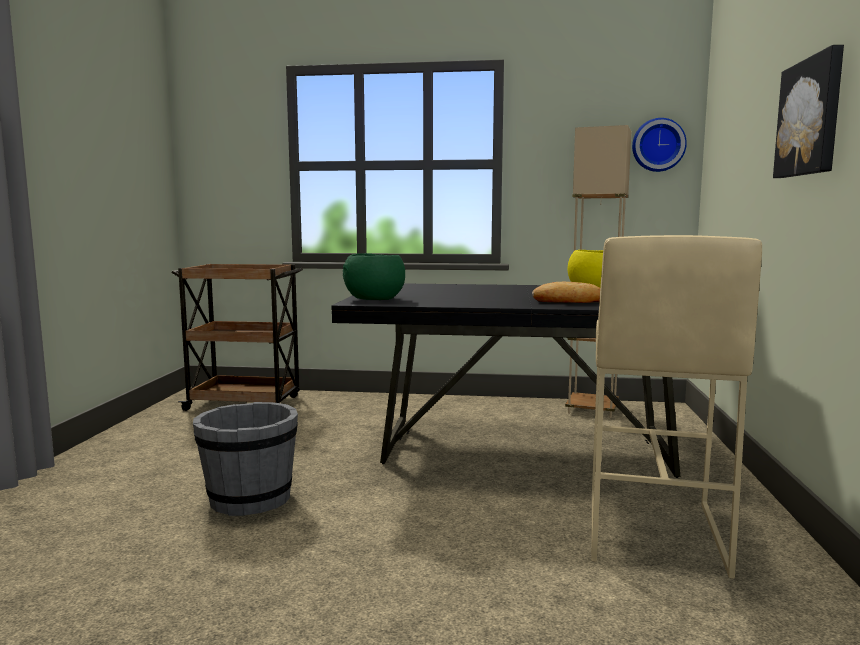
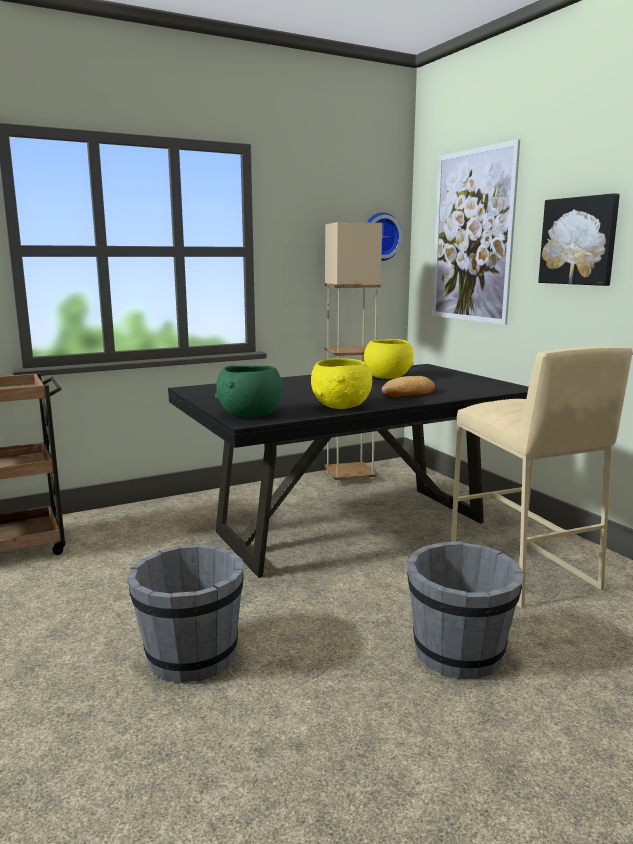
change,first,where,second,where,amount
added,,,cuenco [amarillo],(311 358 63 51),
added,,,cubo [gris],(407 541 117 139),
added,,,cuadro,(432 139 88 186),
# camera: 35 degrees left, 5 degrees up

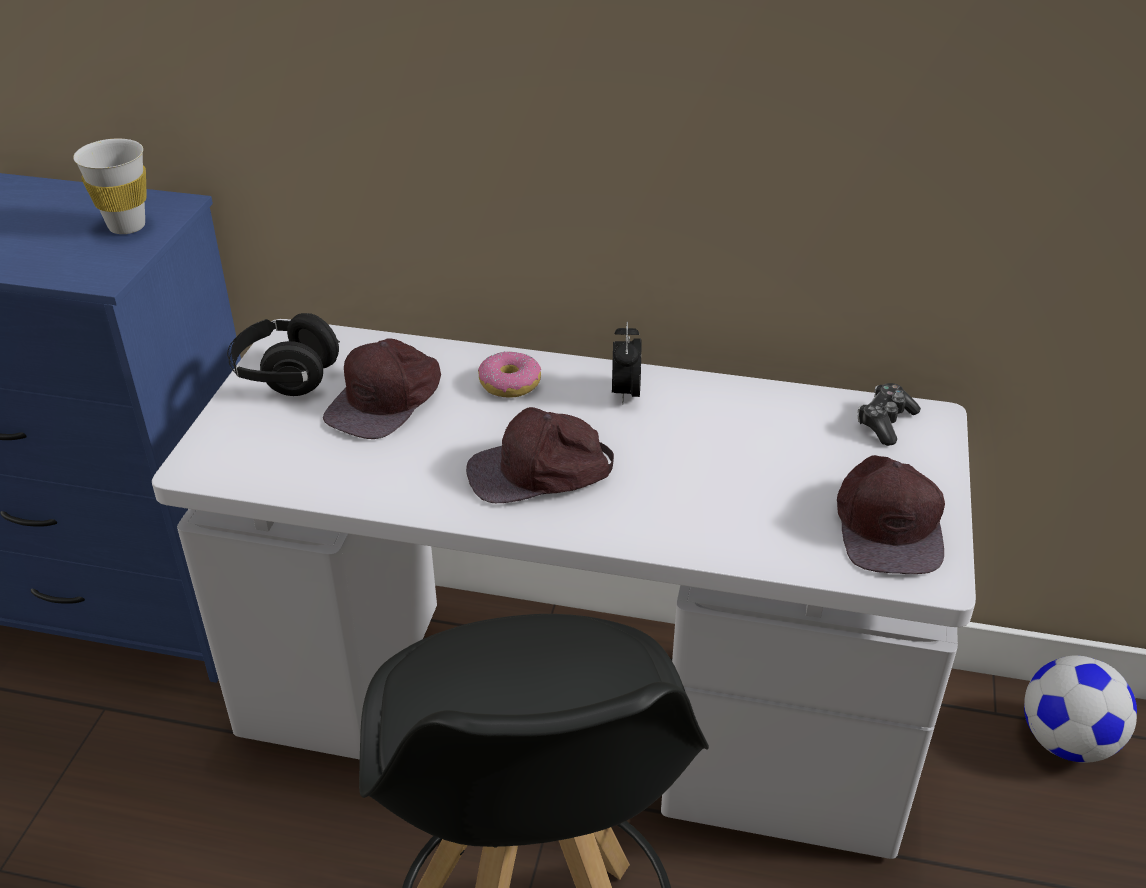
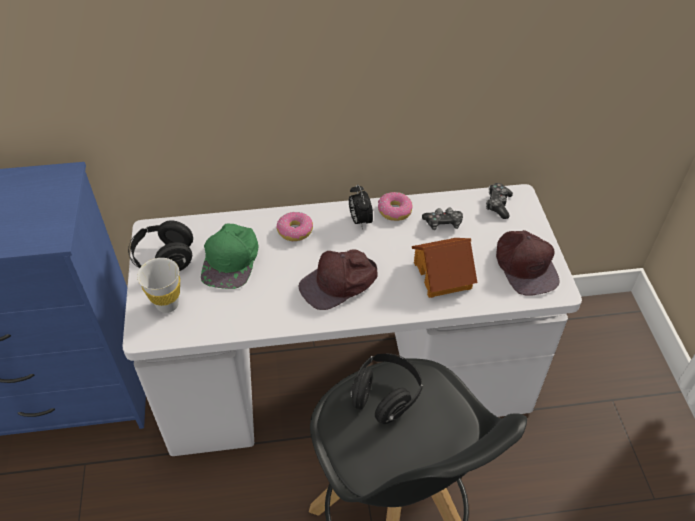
change,first,where,second,where,amount
moved,taza [blanco],(73 139 74 95),,(137 258 43 55),
recoloured,gorra [marrón],(323 339 118 100),gorra [verde],(201 223 58 66),
removed,balón de fútbol,(1024 655 113 108),,,
added,,,auriculares [negro],(350 354 73 70),
added,,,rosquilla,(378 192 35 29),
added,,,casita,(412 238 66 60),
added,,,mando de consola,(422 208 41 22),
# camera: 20 degrees left, 10 degrees up

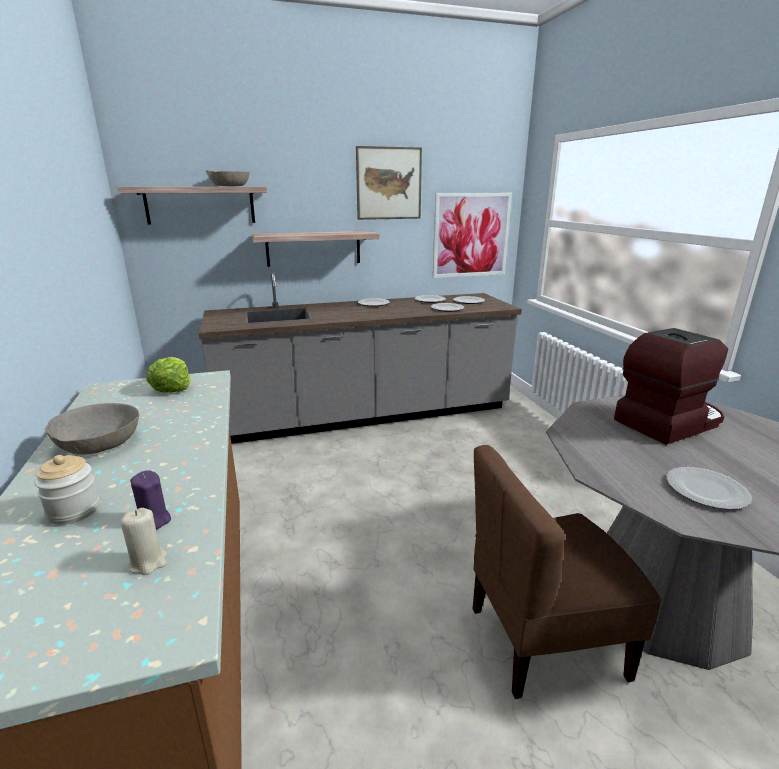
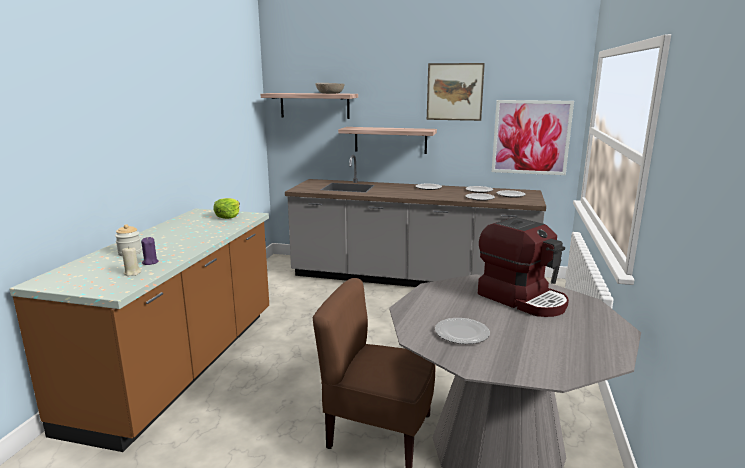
change,first,where,second,where,amount
removed,cuenco [gris],(45 403 94 52),,,
turned,cafetera,(614 328 114 117),,(478 217 91 100),45 degrees clockwise
# camera: 30 degrees right, 5 degrees down

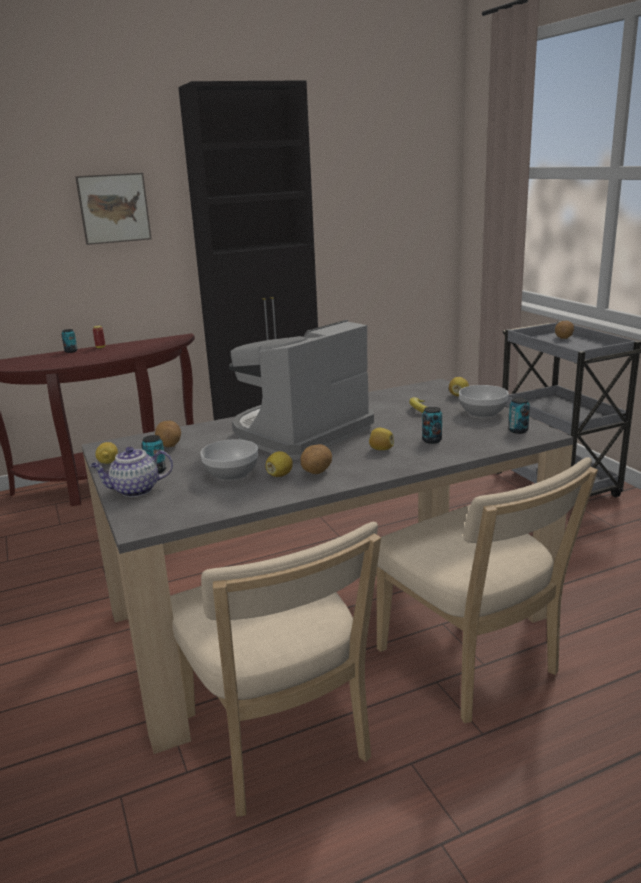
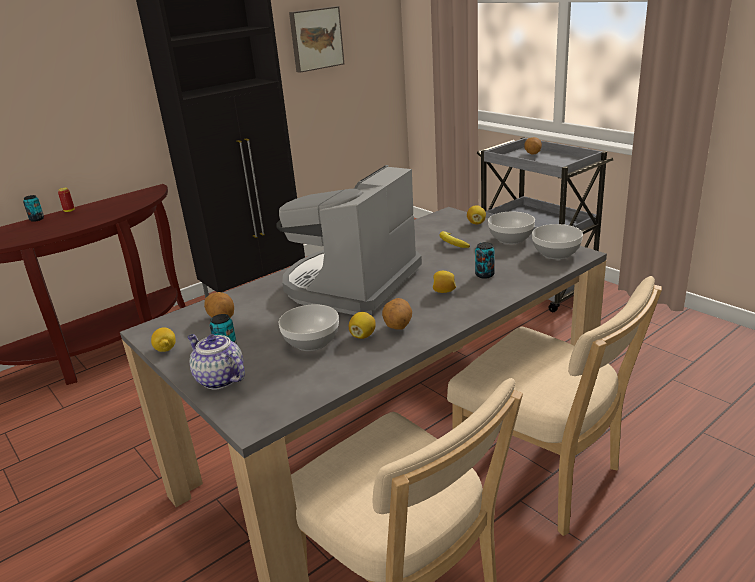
change,first,where,second,where,amount
moved,cuadro,(75 173 76 72),,(289 6 55 67),
turned,tetera,(90 447 83 50),,(187 334 58 56),75 degrees clockwise
replaced,lata,(509 397 21 37),cuenco,(532 224 51 35),
# camera: 15 degrees left, 5 degrees up

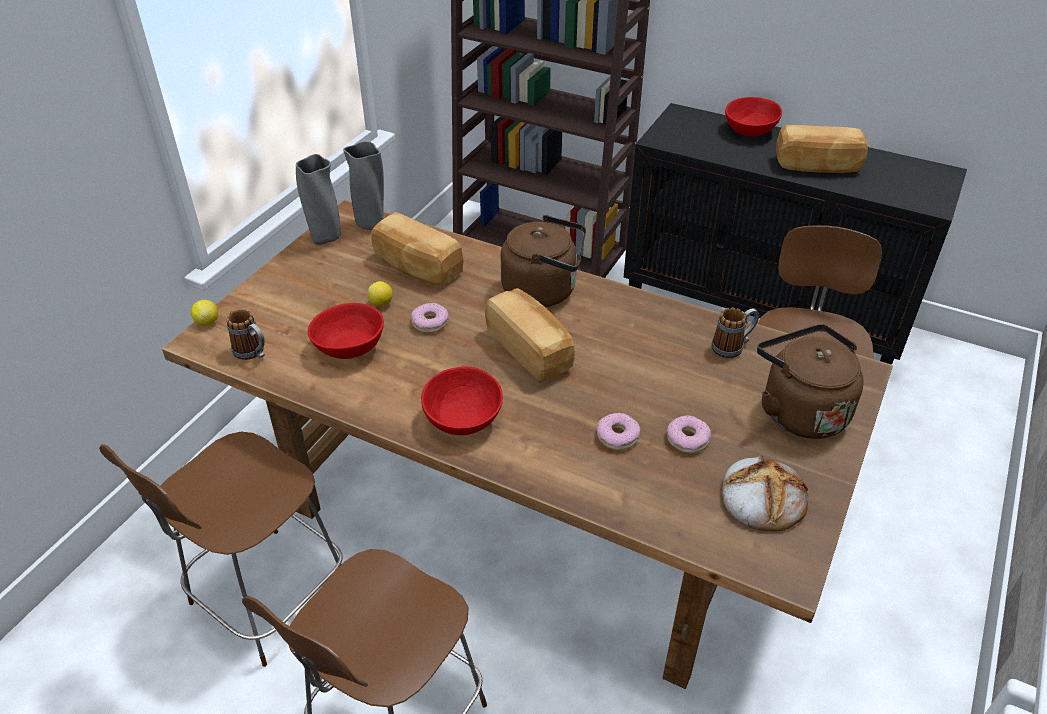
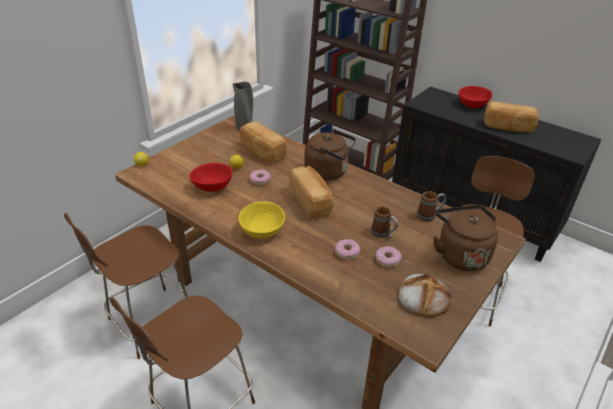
change,first,where,second,where,amount
moved,taza grande,(227 309 38 51),,(371 206 27 32),
removed,florero [gris],(296 154 45 91),,,
recoloured,cuenco [rojo],(421 366 82 69),cuenco [amarillo],(239 201 46 37),
# camera: 10 degrees right, 5 degrees down

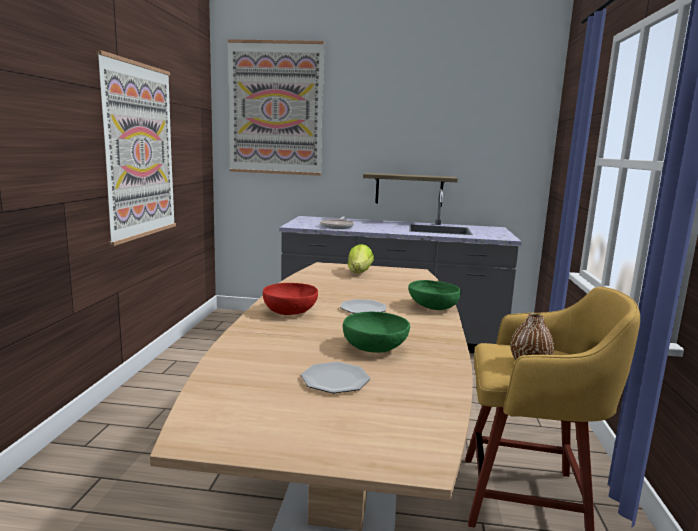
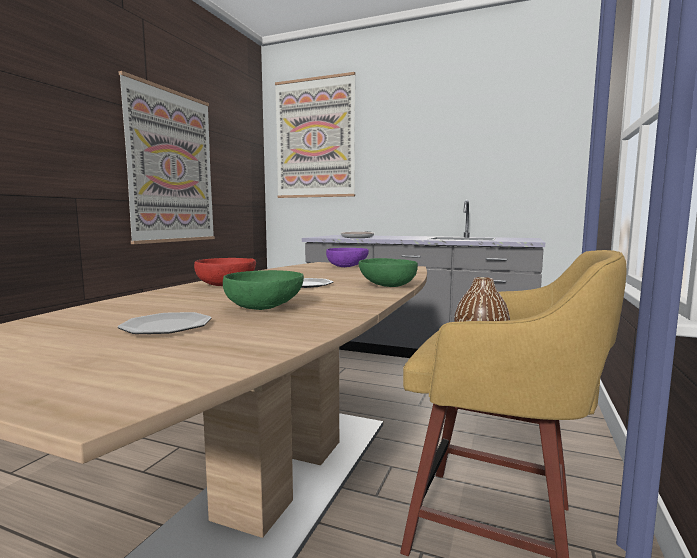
change,first,where,second,where,amount
replaced,lechuga,(348 244 26 29),cuenco [morado],(326 248 43 19),
removed,estante,(363 173 95 34),,,
# camera: 15 degrees right, 5 degrees down

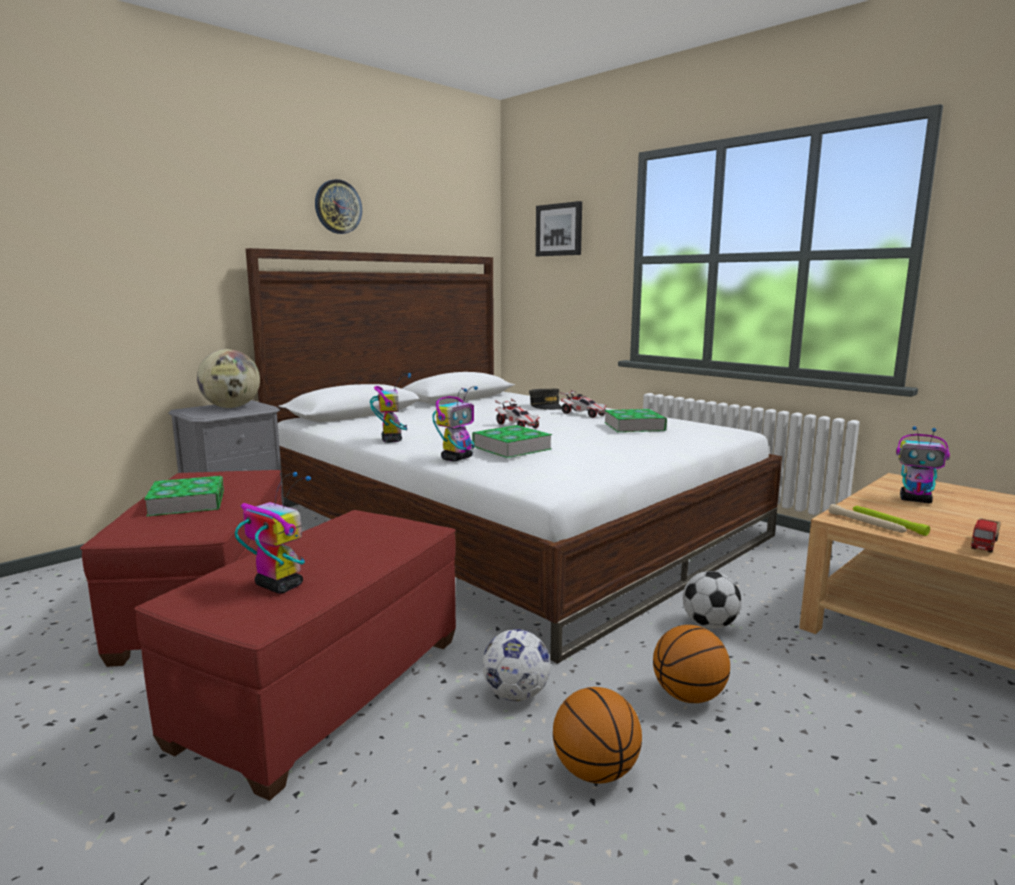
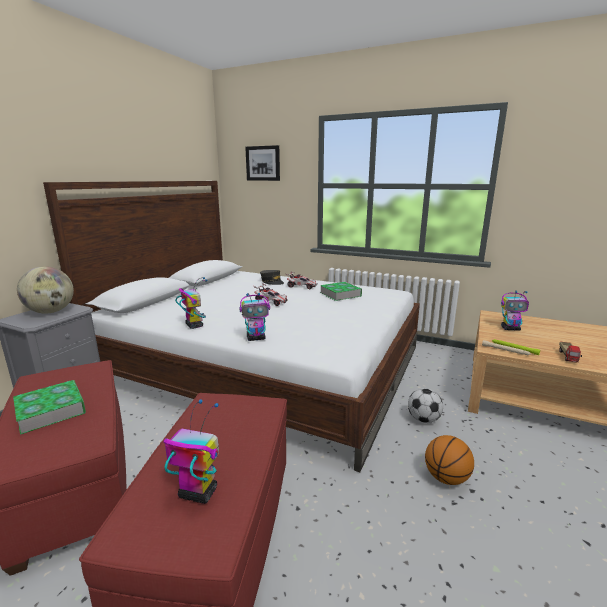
change,first,where,second,where,amount
removed,reloj de pared,(315 179 47 55),,,
turned,robot de juguete,(432 386 46 76),,(239 293 31 48),60 degrees clockwise
removed,libro,(472 425 80 33),,,
removed,balón de fútbol,(482 629 69 72),,,
removed,balón de baloncesto,(553 687 89 96),,,
# camera: 20 degrees left, 5 degrees up

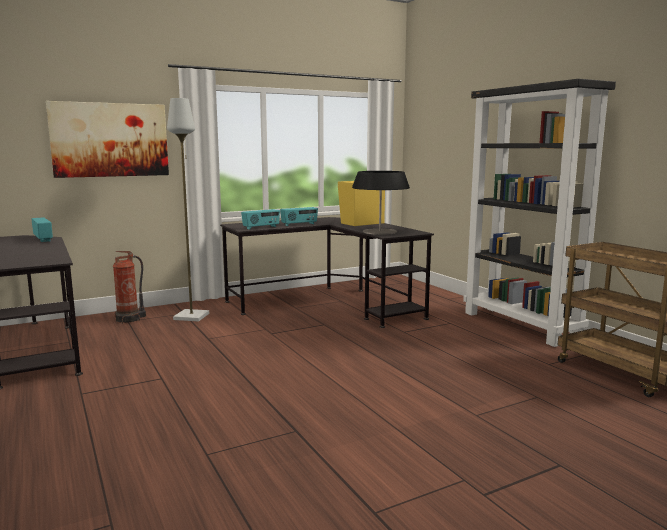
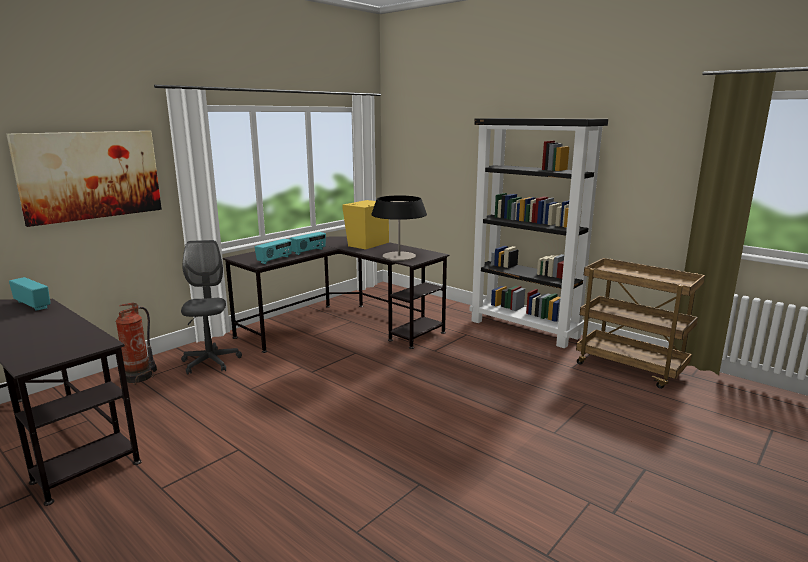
change,first,where,second,where,amount
replaced,lámpara de pie [gris],(167 98 42 224),silla de oficina [gris],(181 240 61 135),
# camera: 20 degrees left, 5 degrees up

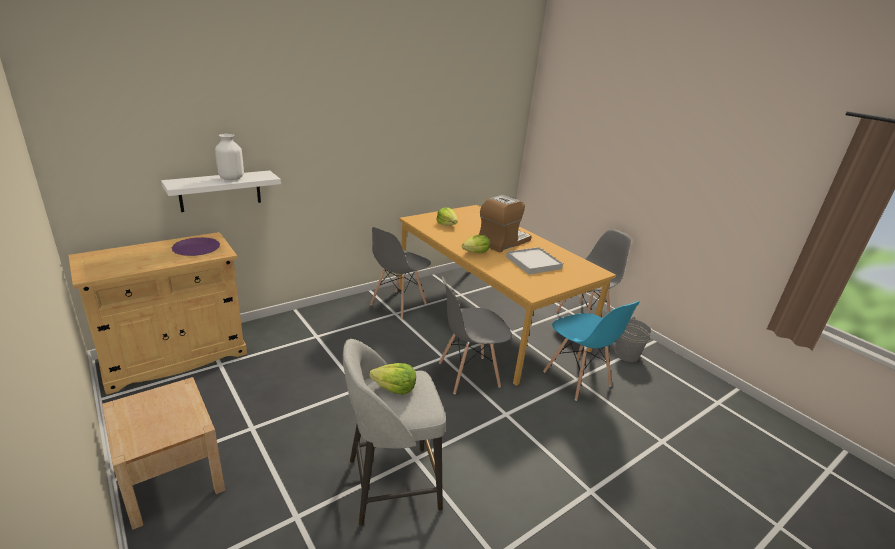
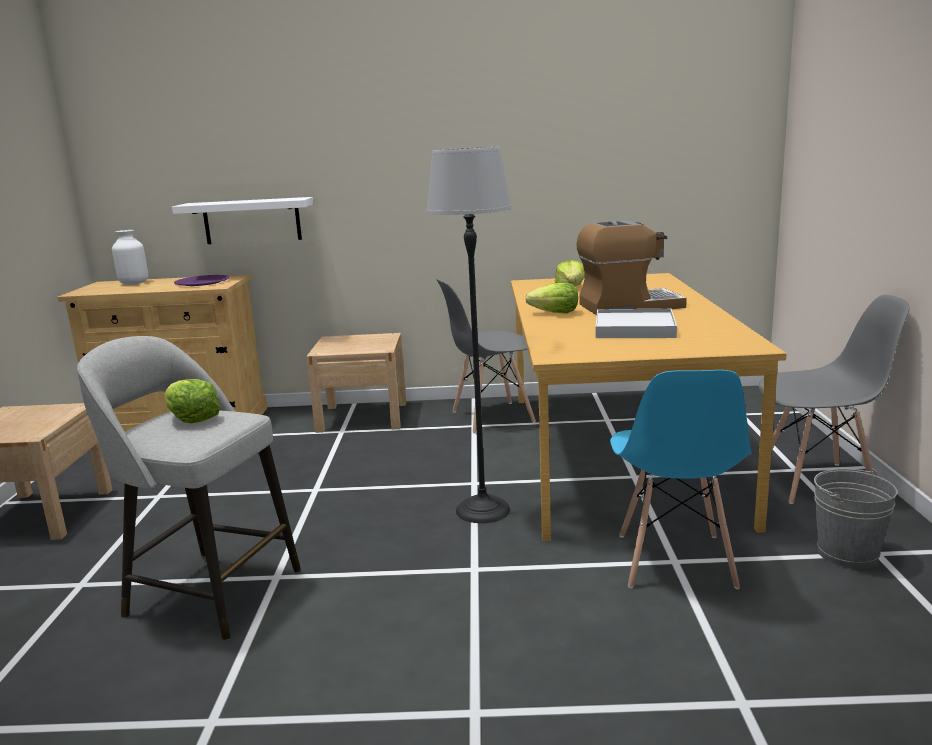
change,first,where,second,where,amount
moved,florero [blanco],(215 134 29 46),,(112 230 36 55),
replaced,silla [gris],(439 276 73 118),lámpara de pie,(426 147 85 376),
added,,,mesita de noche [beis],(306 333 100 100),
# camera: 40 degrees right, 10 degrees down

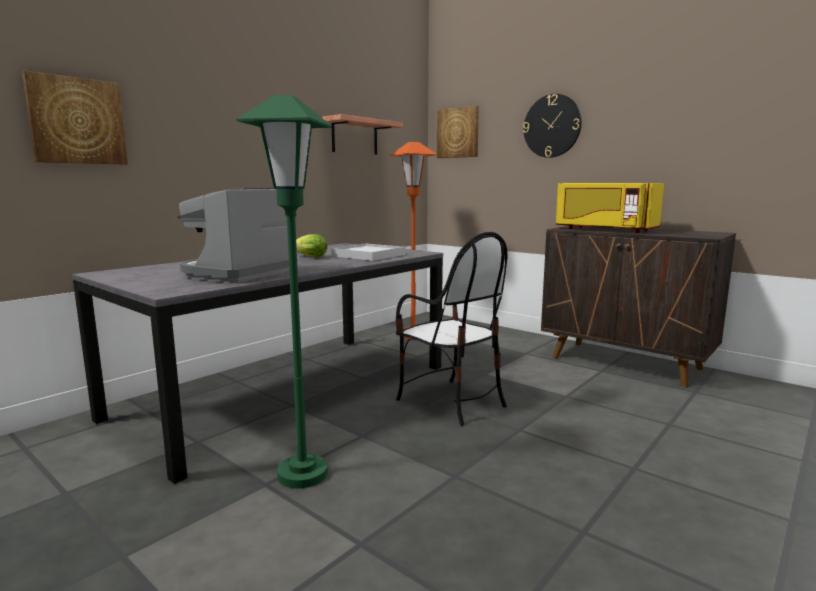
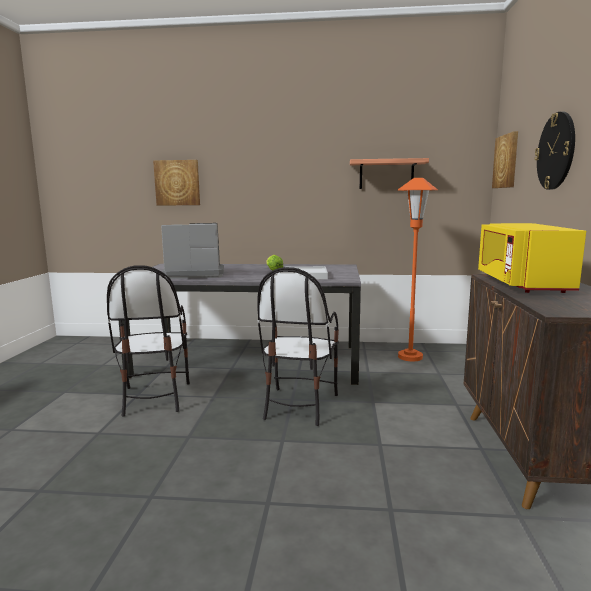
change,first,where,second,where,amount
replaced,lámpara de pie [verde],(236 95 96 393),silla,(107 265 83 152),
# camera: 55 degrees right, 0 degrees up

